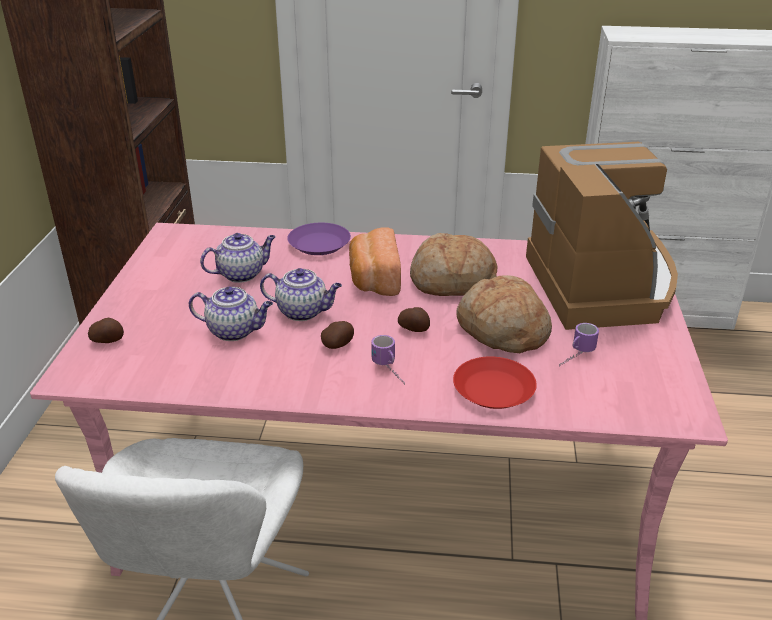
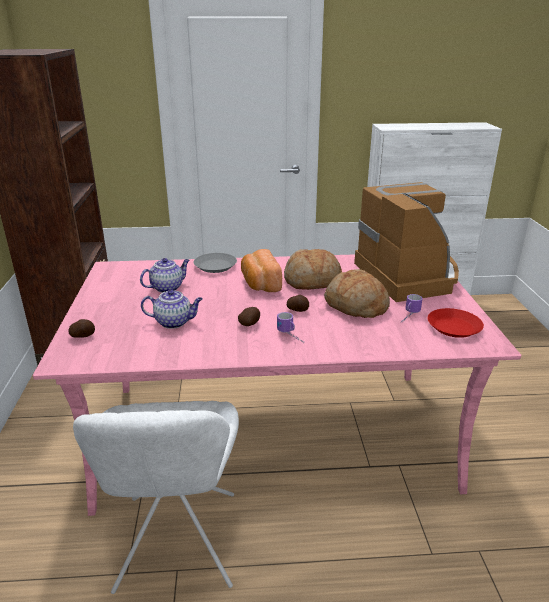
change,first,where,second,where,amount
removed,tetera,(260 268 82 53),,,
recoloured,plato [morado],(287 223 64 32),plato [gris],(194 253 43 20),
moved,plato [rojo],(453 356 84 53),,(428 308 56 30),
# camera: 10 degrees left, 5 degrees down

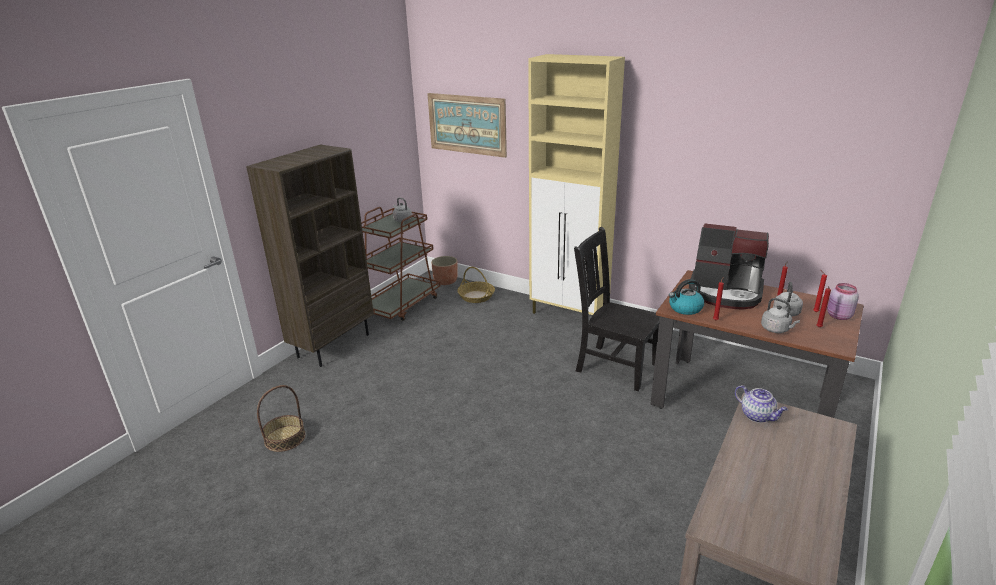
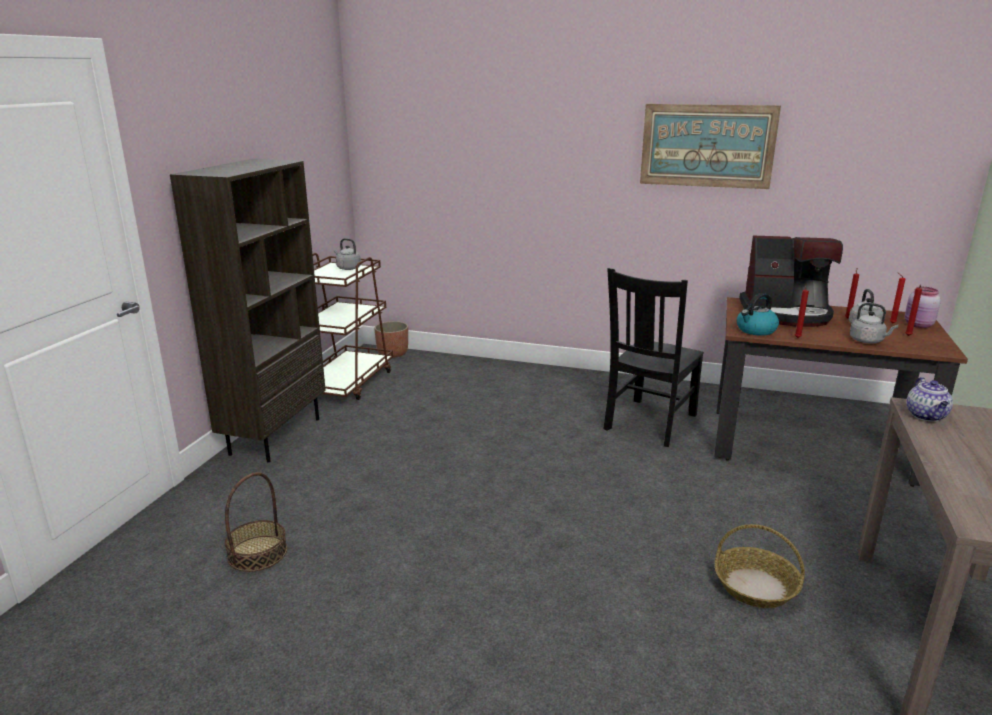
change,first,where,second,where,amount
moved,cuadro,(427 93 80 65),,(640 104 141 85),
moved,cesta,(457 267 38 36),,(715 524 90 84),
removed,armario [beis],(528 54 97 261),,,
turned,silla [negro],(574 227 86 164),,(603 268 101 179),75 degrees counterclockwise
turned,tetera,(735 385 53 38),,(907 377 46 44),60 degrees clockwise
# camera: 15 degrees left, 5 degrees down

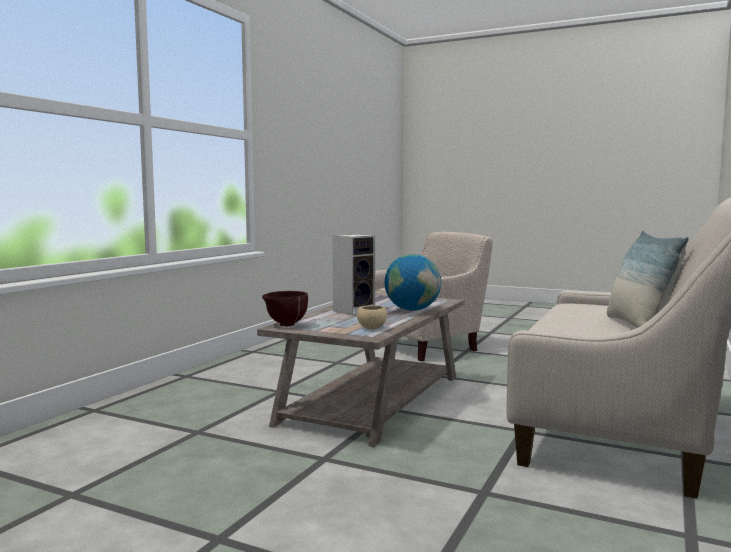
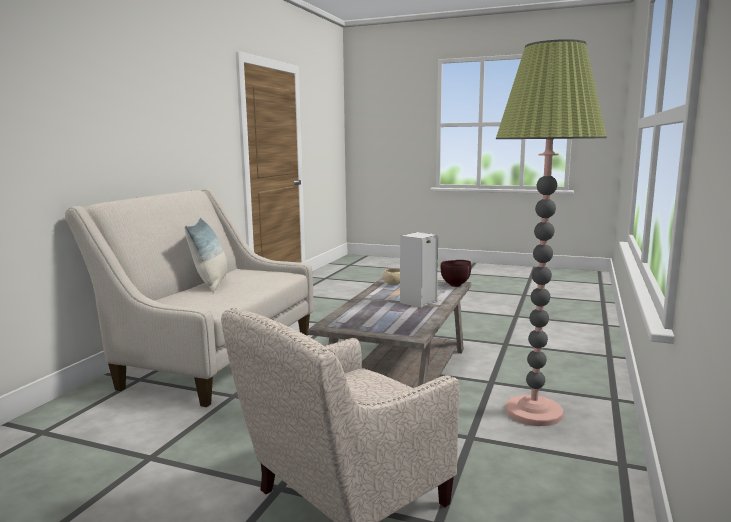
change,first,where,second,where,amount
removed,globo terráqueo,(384 254 57 57),,,
added,,,lámpara de pie,(496 39 111 387),
# camera: 175 degrees right, 5 degrees up

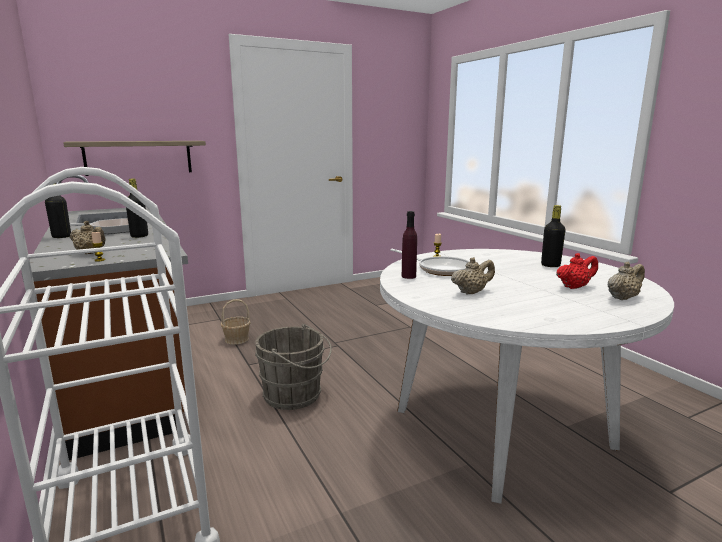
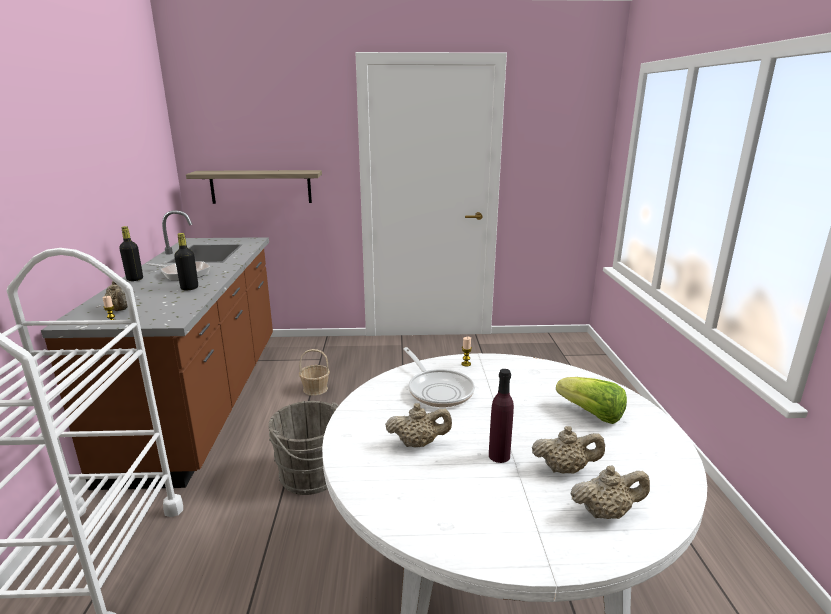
change,first,where,second,where,amount
moved,botella [morado],(402 211 15 68),,(489 369 25 94),
replaced,botella [negro],(541 205 25 62),lechuga,(556 377 71 47),
recoloured,tetera [rojo],(556 253 42 36),tetera [beis],(532 426 73 48),
# camera: 25 degrees right, 5 degrees up

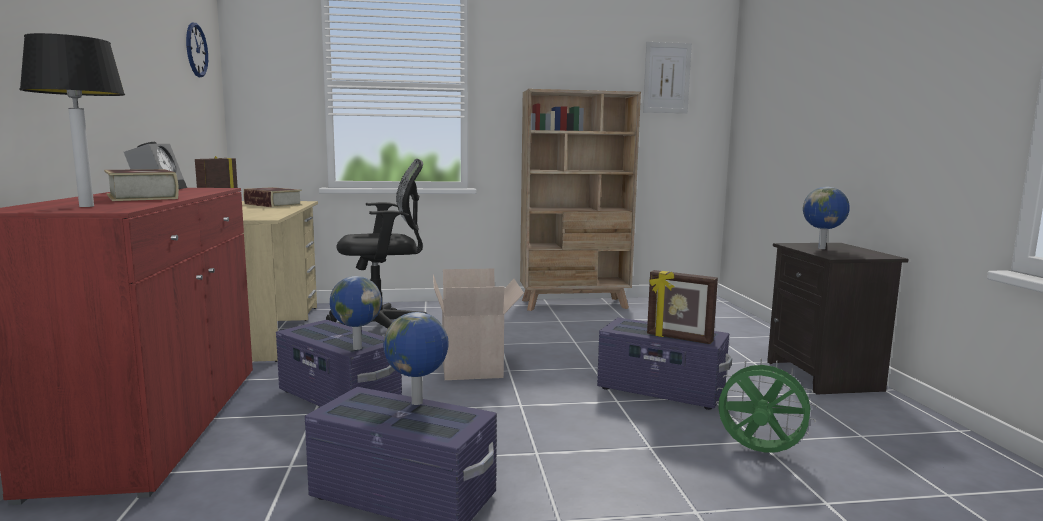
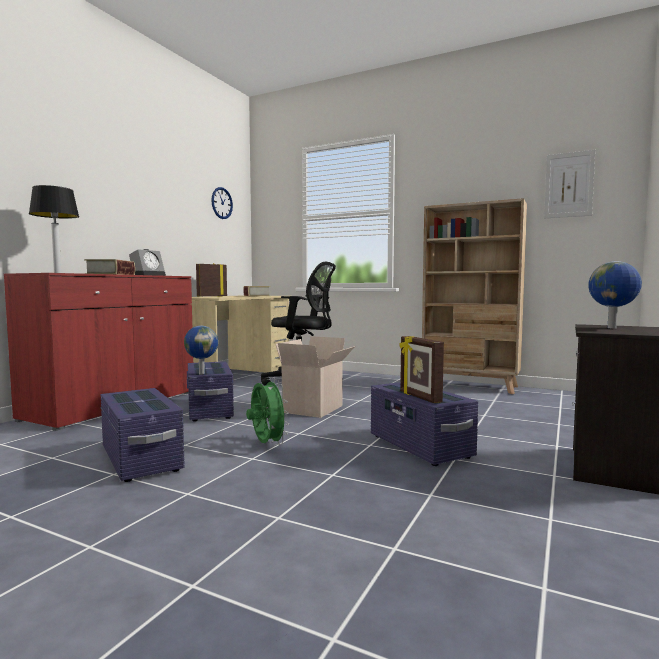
change,first,where,second,where,amount
removed,globo terráqueo,(383 312 66 93),,,
moved,ventilador [verde],(716 358 101 95),,(246 377 43 68),
# camera: 35 degrees right, 5 degrees down

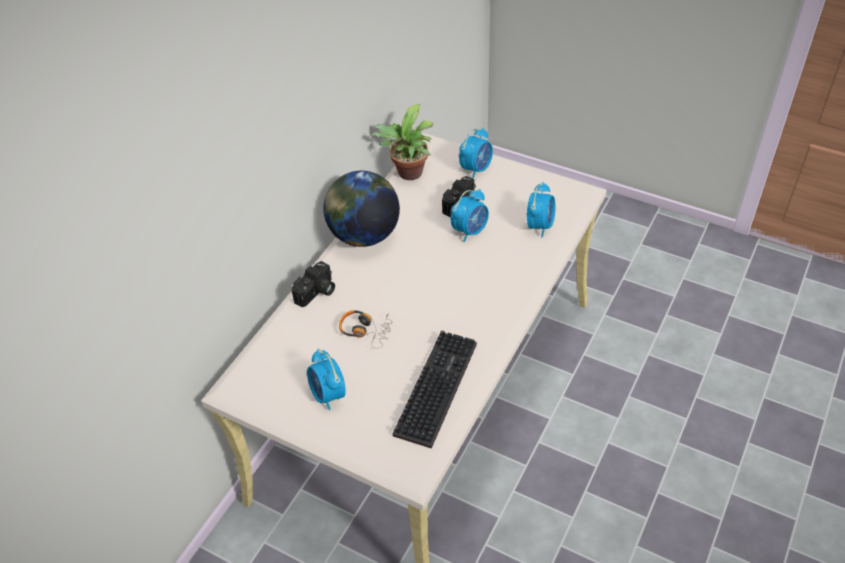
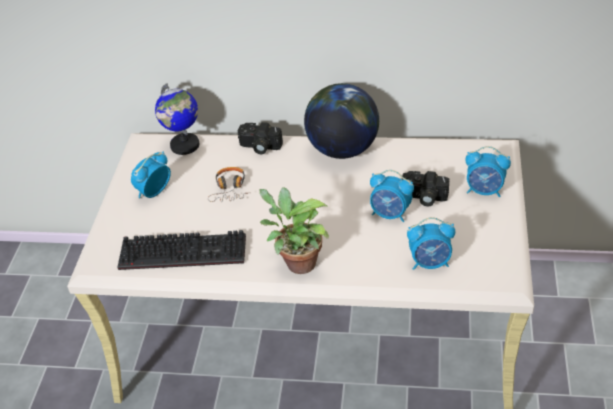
change,first,where,second,where,amount
moved,planta en maceta,(370 104 63 76),,(260 187 69 87),
added,,,globo terráqueo,(155 83 45 72),
# camera: 70 degrees right, 5 degrees down

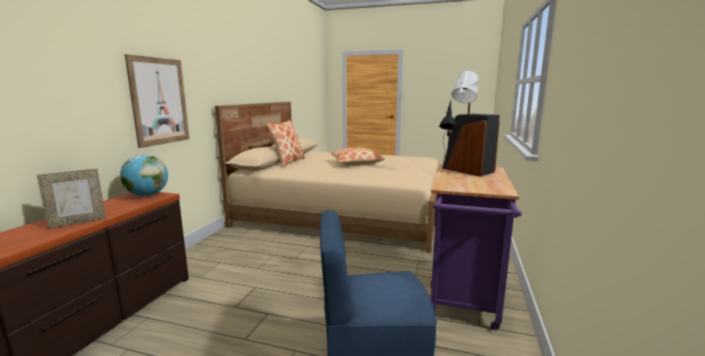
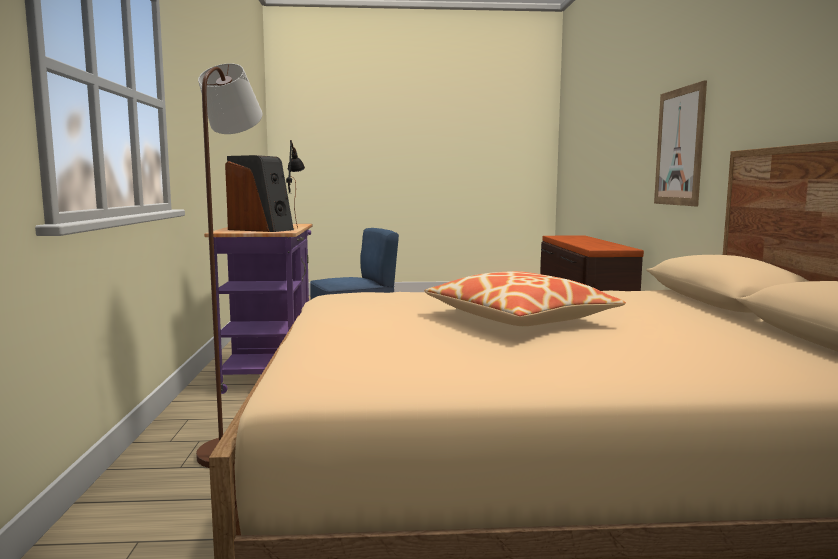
change,first,where,second,where,amount
removed,portarretratos,(37 169 69 60),,,
removed,globo terráqueo,(120 155 48 41),,,
removed,cojín,(267 120 38 47),,,
# camera: 160 degrees right, 5 degrees down

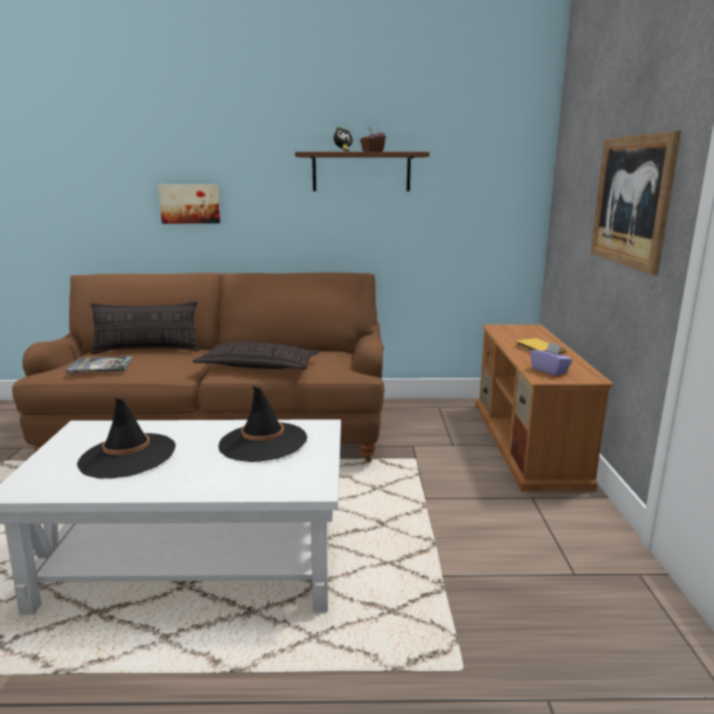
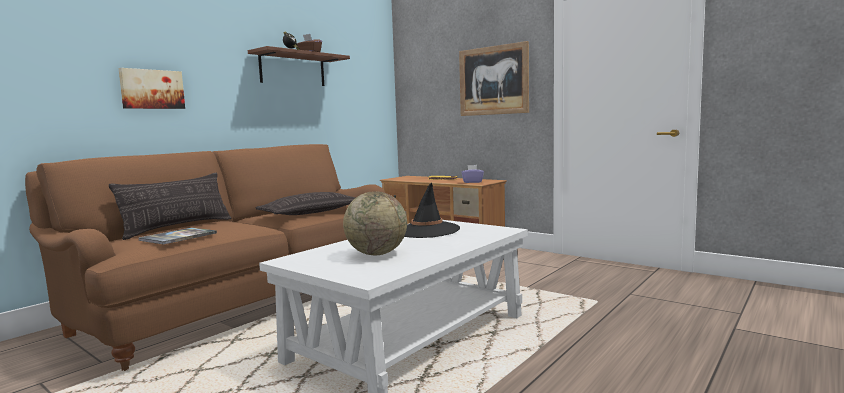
change,first,where,second,where,amount
replaced,sombrero [negro],(77 398 99 81),globo terráqueo,(343 192 64 63),
# camera: 50 degrees left, 10 degrees down

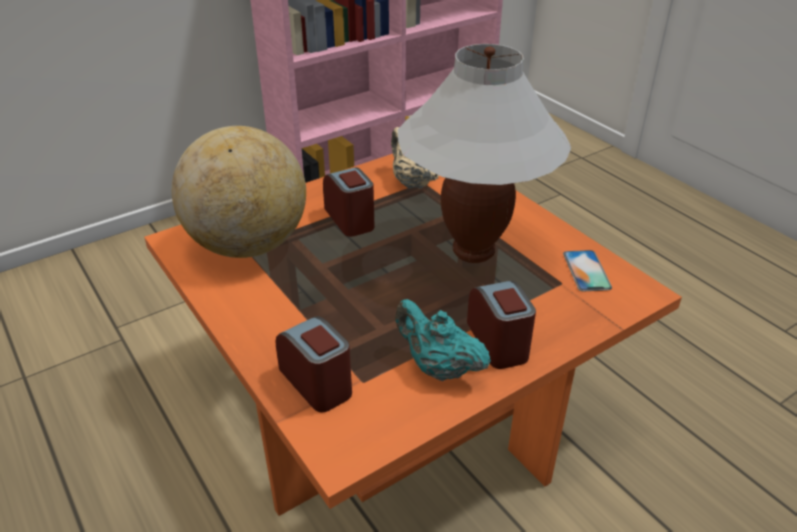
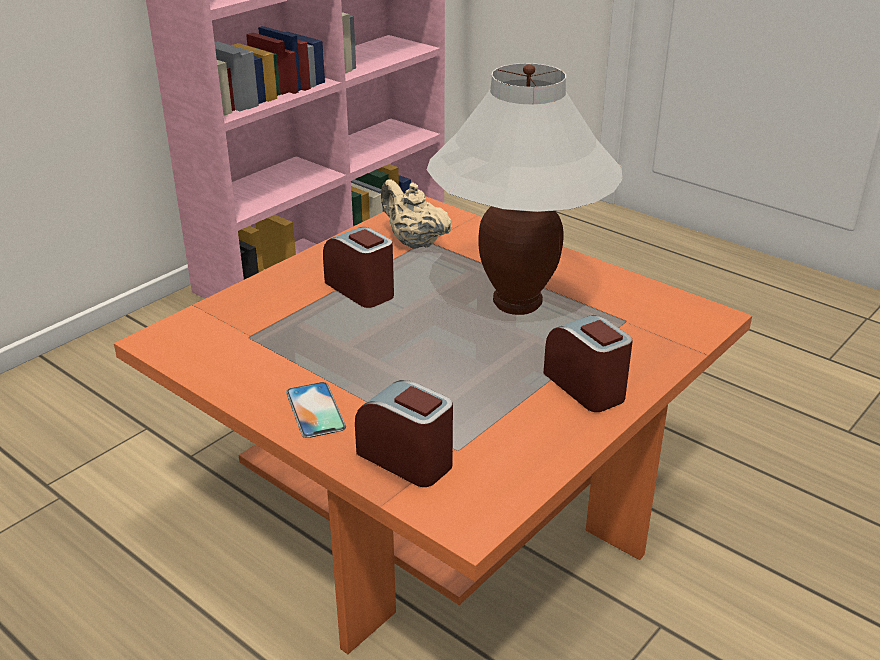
change,first,where,second,where,amount
removed,globo terráqueo,(172 126 134 132),,,
removed,tetera [turquesa],(395 299 96 82),,,
moved,móvil,(563 250 49 41),,(286 382 60 56),
# camera: 15 degrees left, 5 degrees down

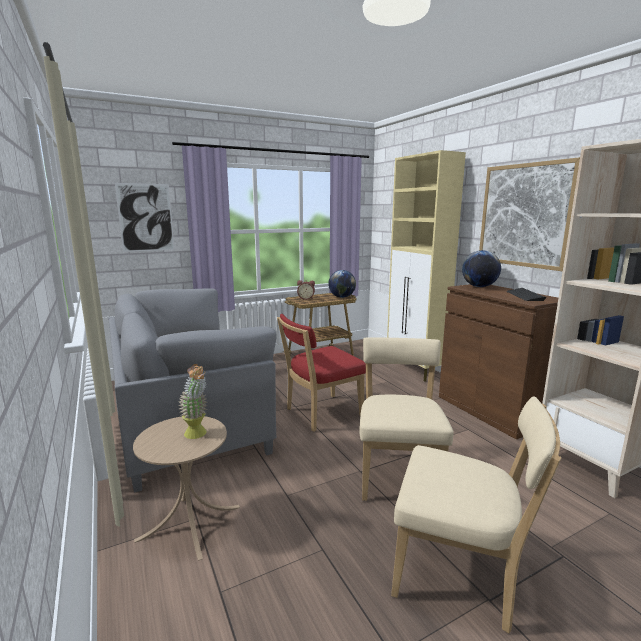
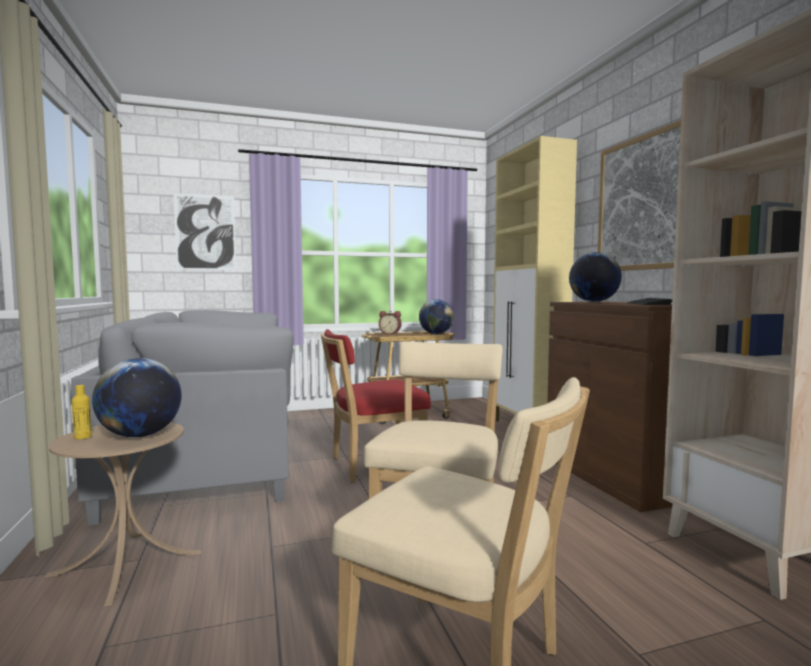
change,first,where,second,where,amount
replaced,planta en maceta,(178 364 29 75),globo terráqueo,(92 358 90 79),
added,,,botella [amarillo],(72 385 20 54),
# camera: 10 degrees right, 10 degrees down

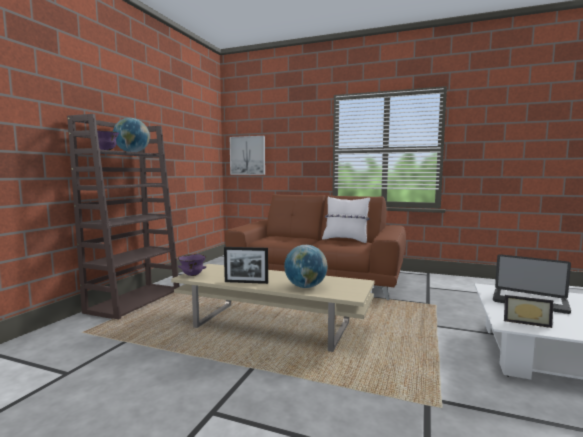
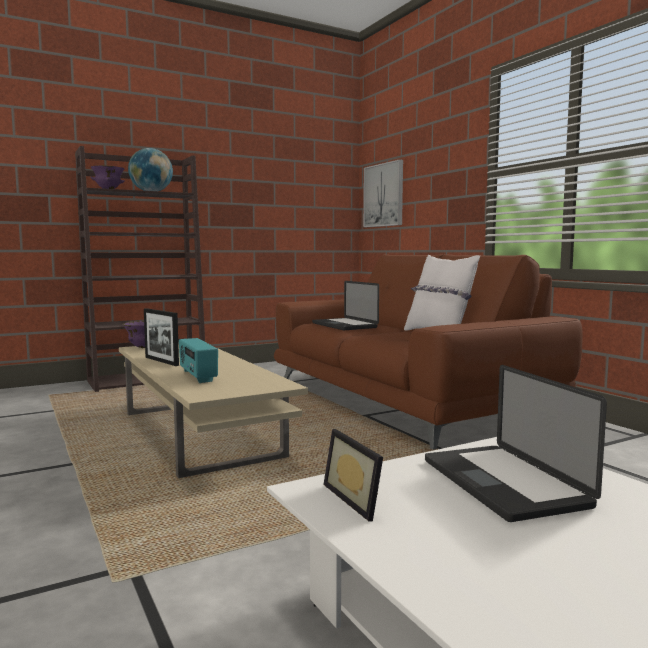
change,first,where,second,where,amount
replaced,globo terráqueo,(284 245 44 43),radio,(179 338 39 45),
added,,,portátil,(312 281 67 49),
# camera: 40 degrees right, 0 degrees up

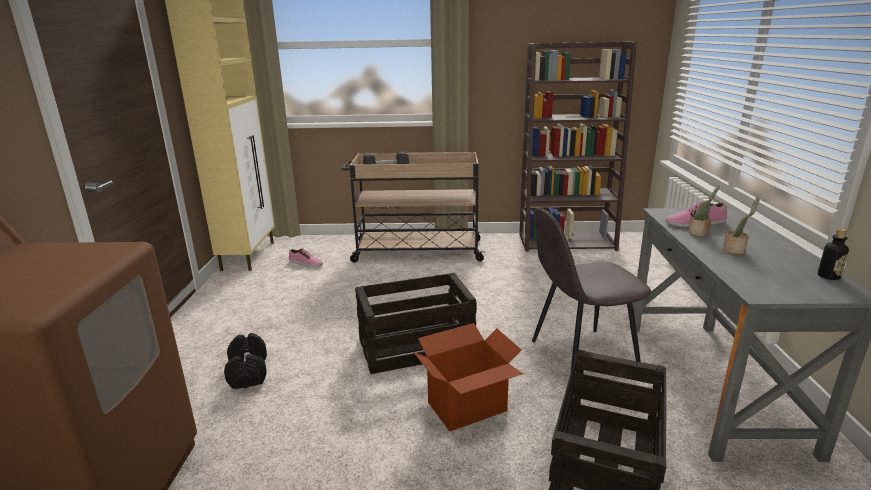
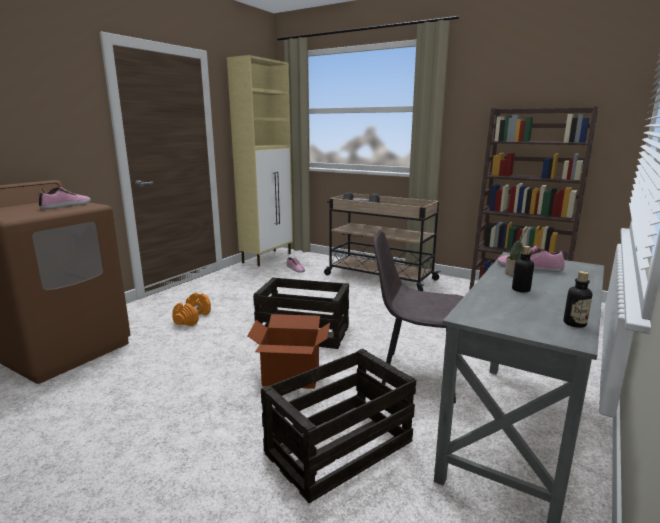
change,first,where,second,where,amount
recoloured,mancuerna [negro],(224 333 43 56),mancuerna [naranja],(172 293 39 33),
replaced,planta en maceta,(723 197 36 57),botella,(512 246 22 46),
added,,,zapato,(39 187 52 22),
# camera: 30 degrees right, 5 degrees down

